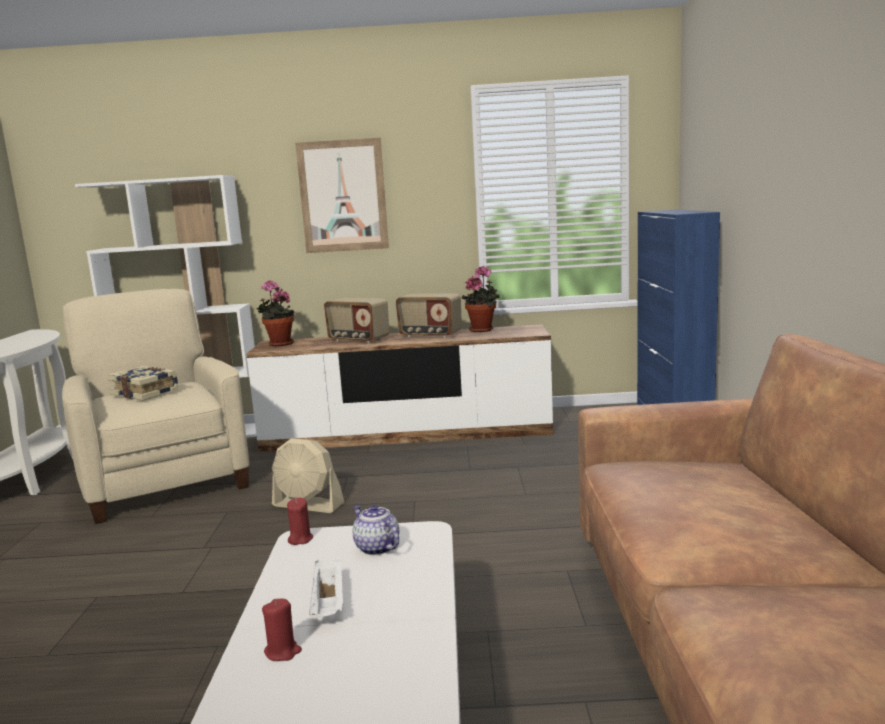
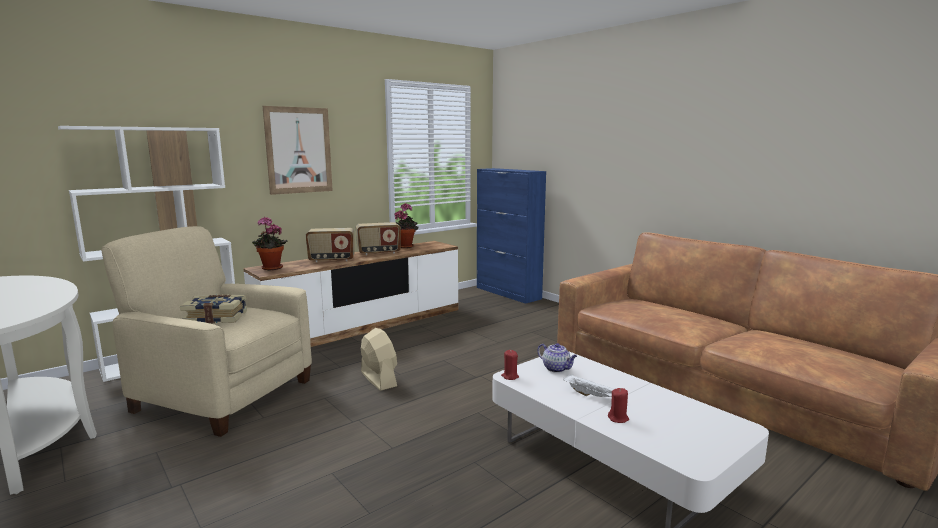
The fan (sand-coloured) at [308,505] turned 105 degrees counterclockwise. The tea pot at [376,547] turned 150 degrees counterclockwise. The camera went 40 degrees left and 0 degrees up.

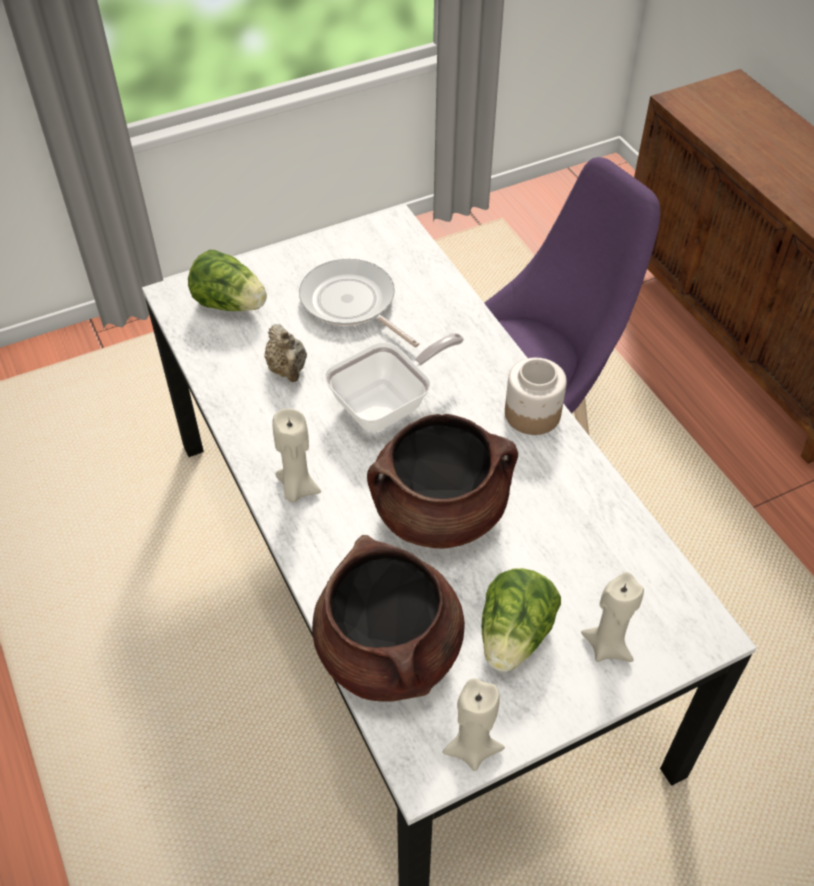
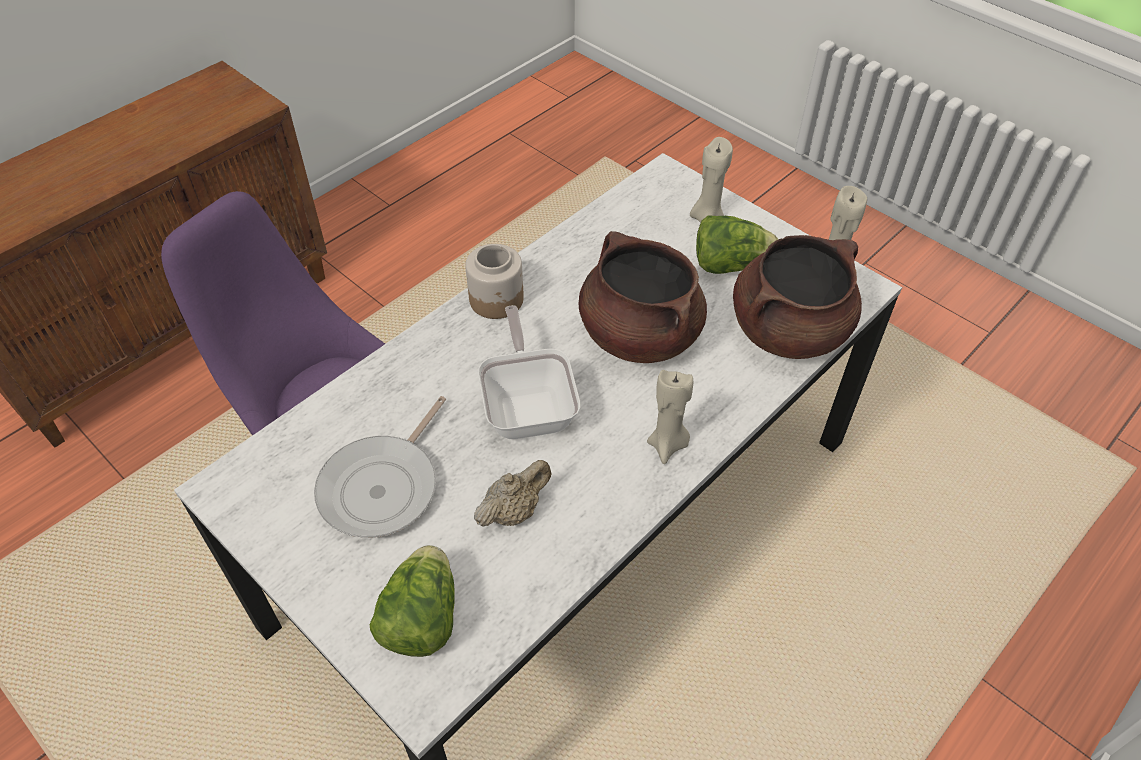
The frying pan at [388,405] turned 45 degrees clockwise. The camera went 110 degrees left and 0 degrees up.

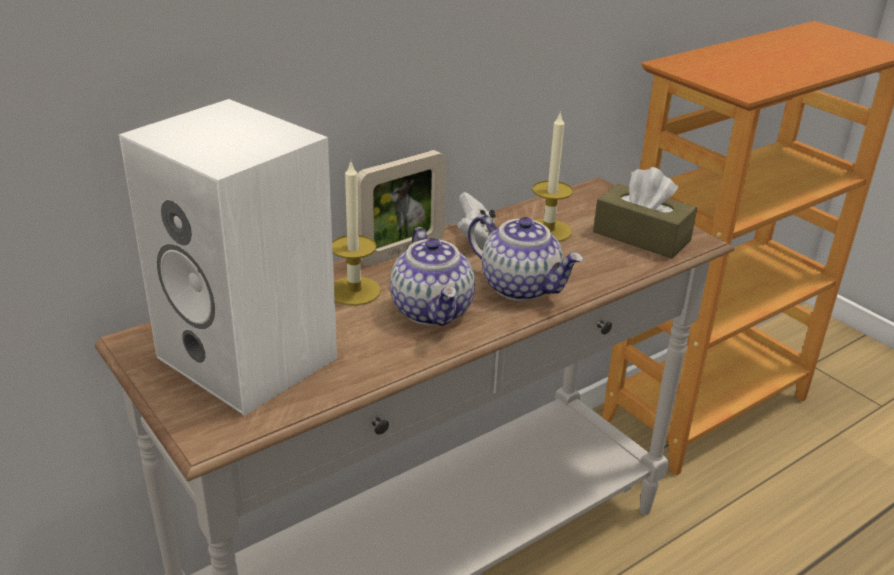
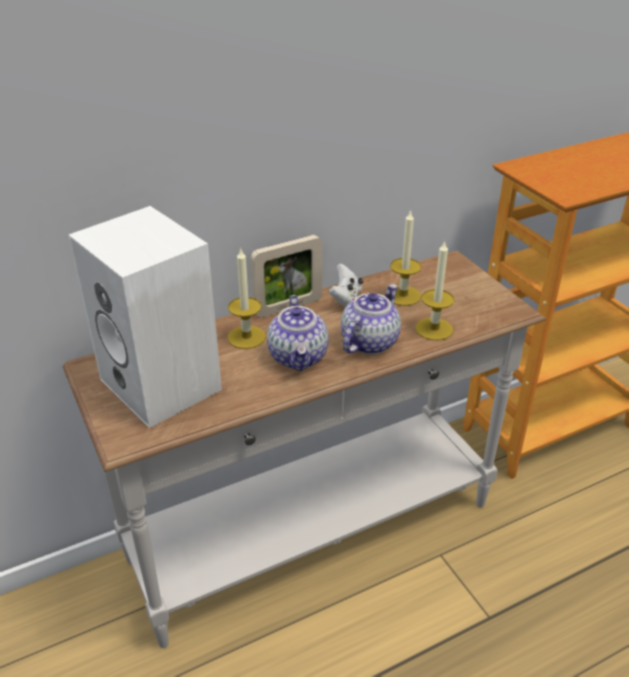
The tea pot at [521,287] turned 105 degrees counterclockwise. The wax light at [434,329] appeared. The tissue box (brown) at [641,236] disappeared. The camera went 10 degrees right and 5 degrees up.

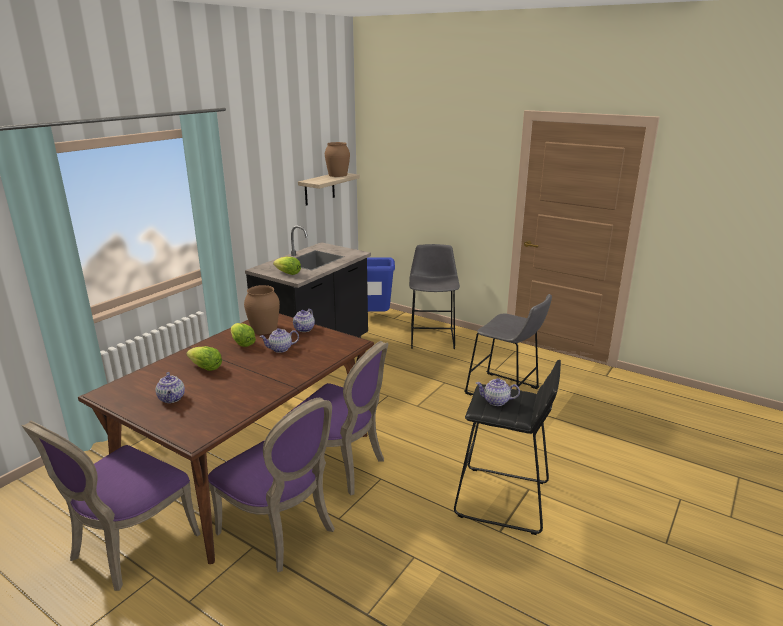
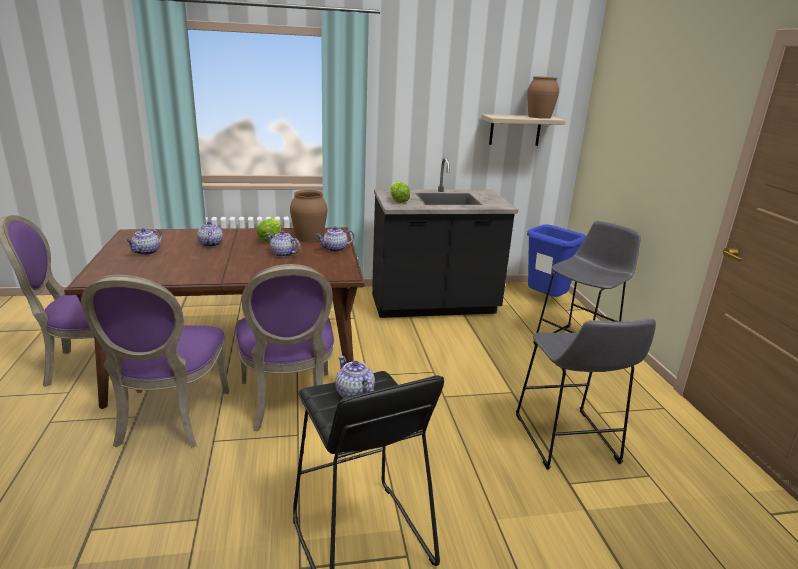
The lettuce at [206,368] was replaced by the tea pot at [210,244]. The camera went 45 degrees right and 0 degrees up.

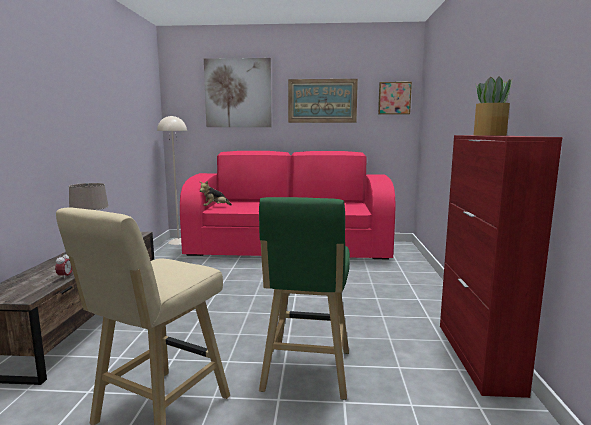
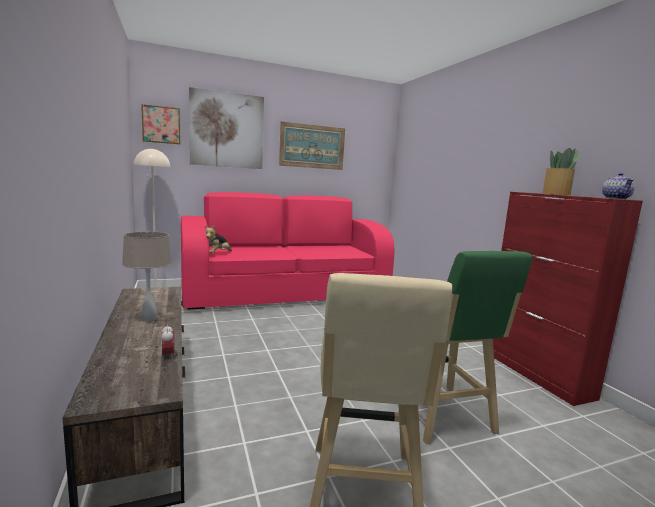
The picture moved from [394,98] to [161,125]. The tea pot at [616,198] appeared. The camera went 25 degrees left and 0 degrees up.

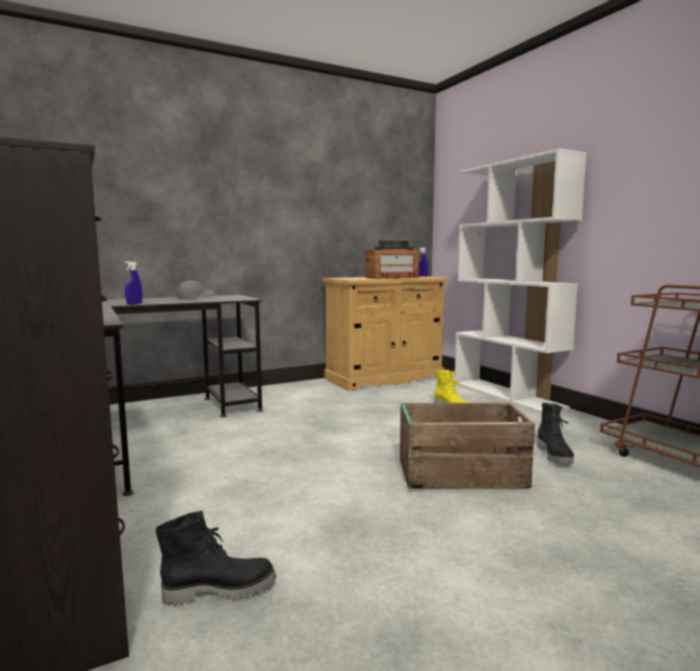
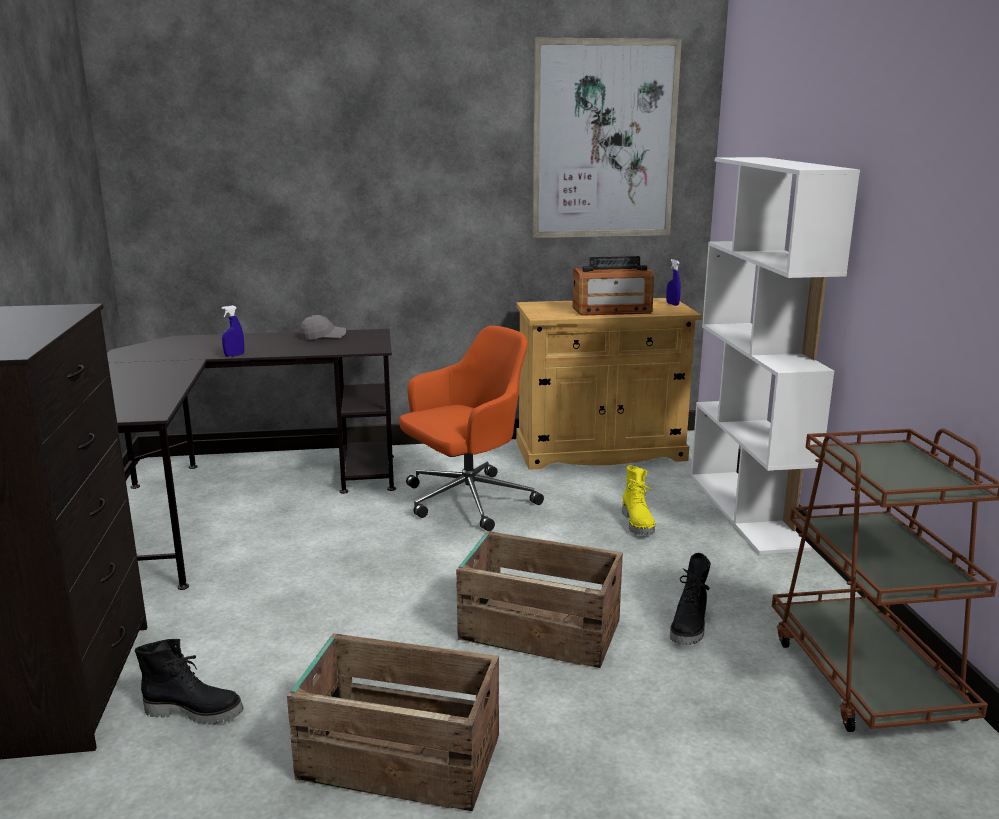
The packing crate at [398,757] appeared. The desk chair (orangey) at [466,501] appeared. The picture at [604,140] appeared. The camera went 20 degrees right and 10 degrees up.

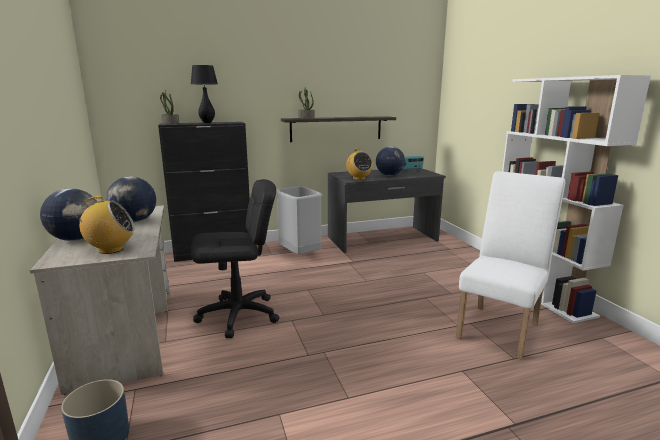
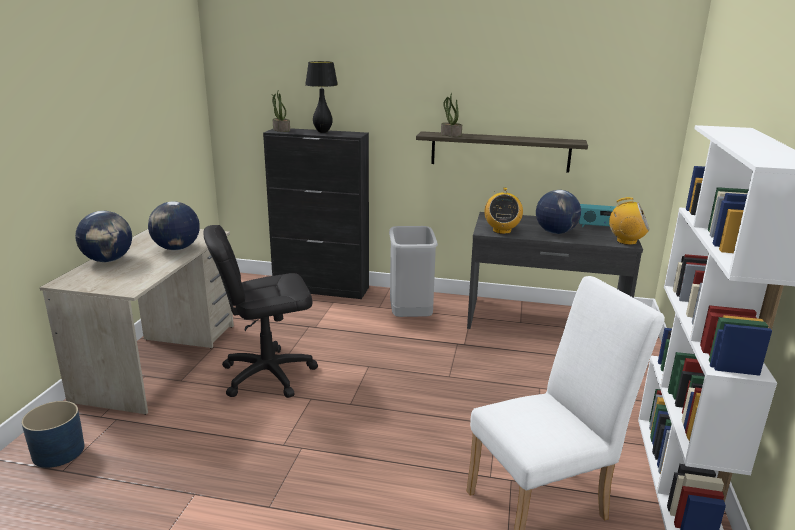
The desk chair (black) at [238,315] turned 150 degrees clockwise. The radio moved from [111,249] to [626,241]. The camera went 30 degrees right and 5 degrees up.

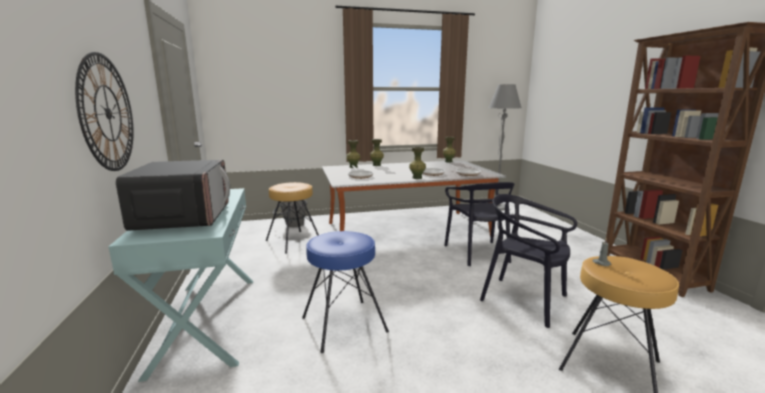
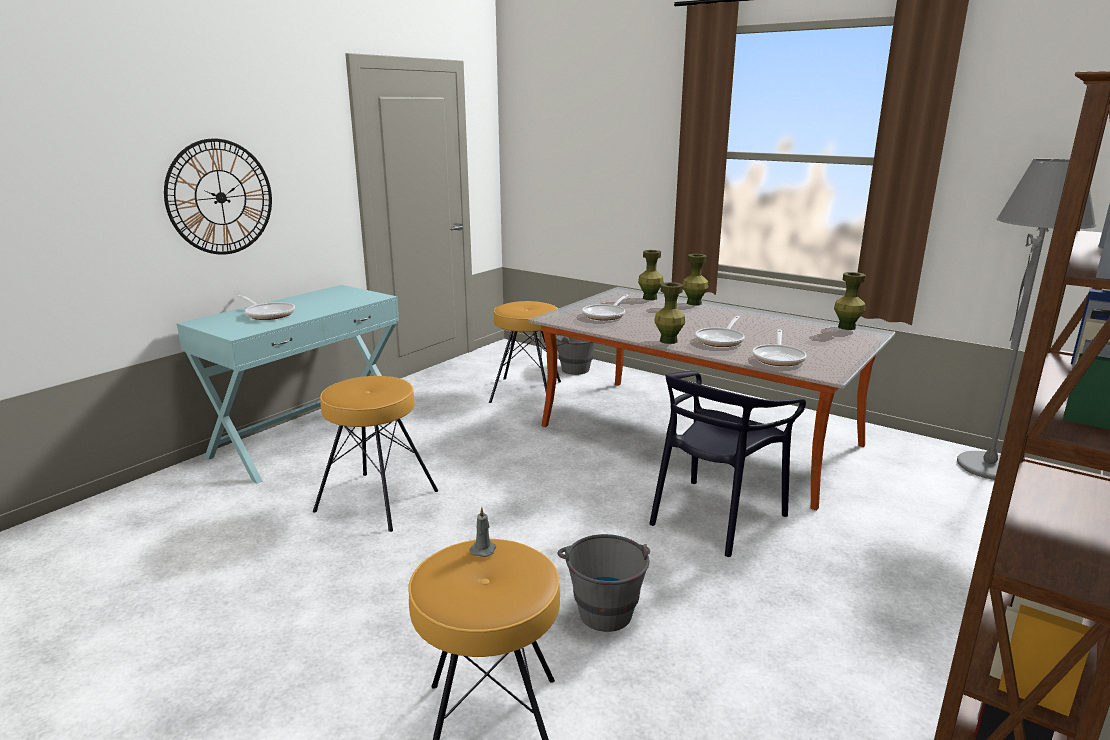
The microwave at [184,217] was replaced by the frying pan at [268,314]. The sitting stool (blue) at [343,324] became the sitting stool (brown) at [377,500]. The plain chair (black) at [524,300] was replaced by the pail (gray) at [603,606]. The camera went 50 degrees right and 5 degrees up.

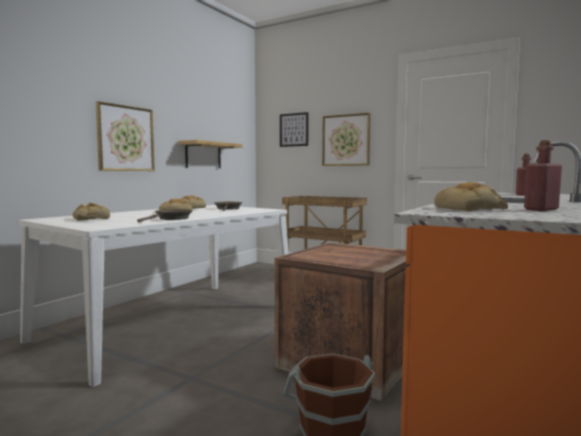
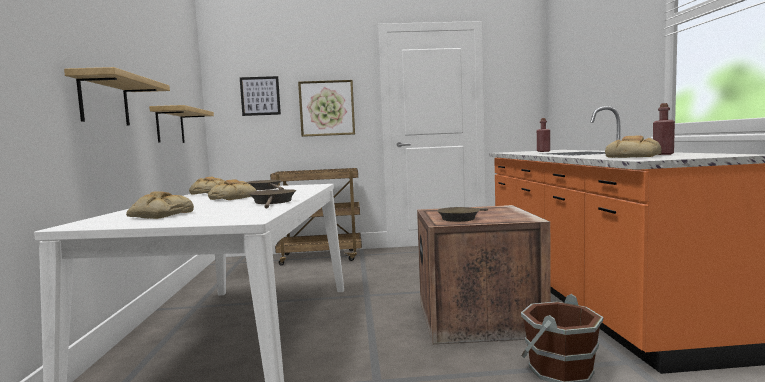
The picture at [125,138] was replaced by the shelf at [104,101]. The frying pan (brown) at [460,218] appeared. The camera went 35 degrees left and 0 degrees up.

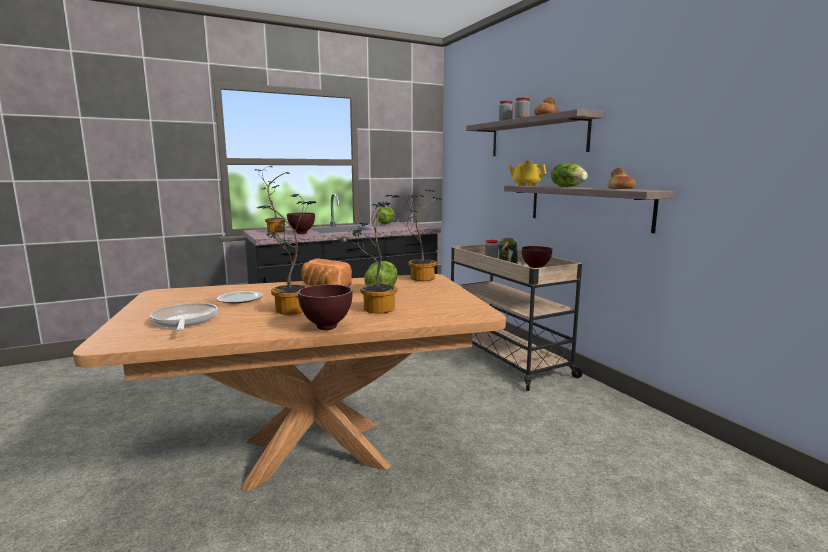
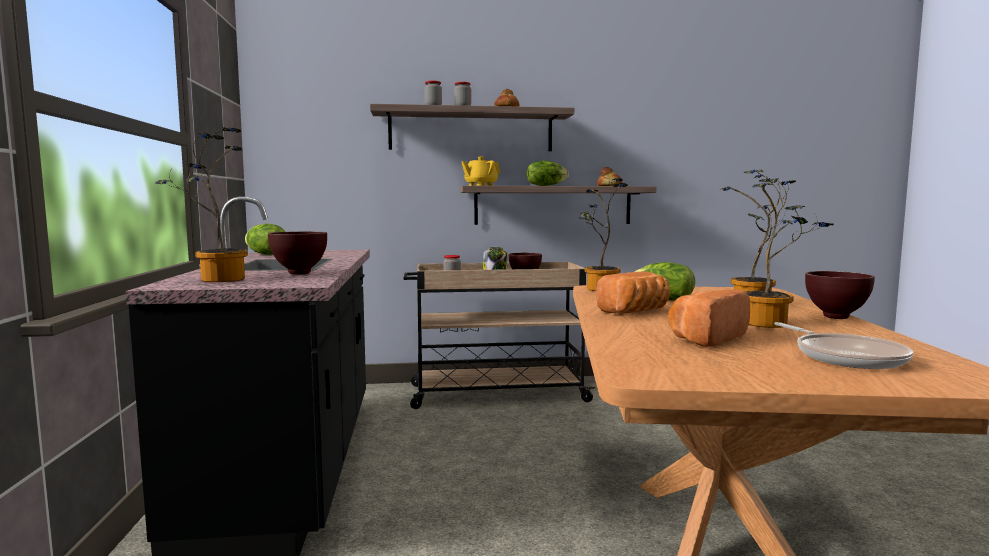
The flat dish at [240,299] was replaced by the bread at [705,338]. The frying pan at [184,321] turned 105 degrees counterclockwise. The camera went 70 degrees left and 5 degrees down.

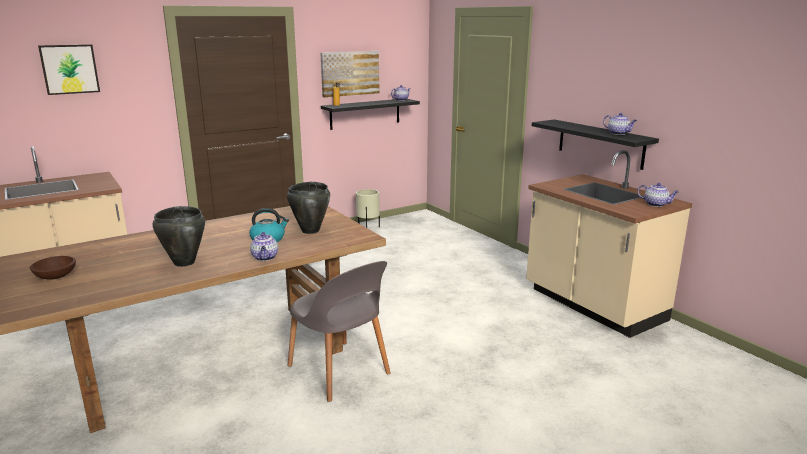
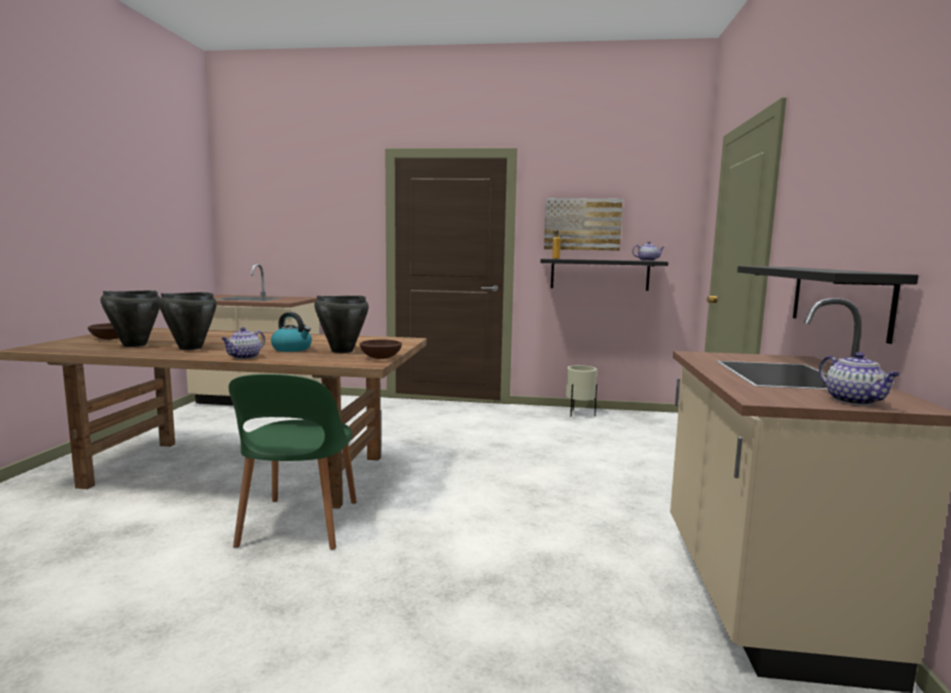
The saucepot (black) at [134,345] appeared. The plain chair (gray) at [339,371] became the plain chair (greenish) at [298,525]. The serving bowl (brown) at [381,358] appeared. The picture at [69,69] disappeared. The tea pot at [618,133] disappeared. The camera went 40 degrees right and 10 degrees down.

